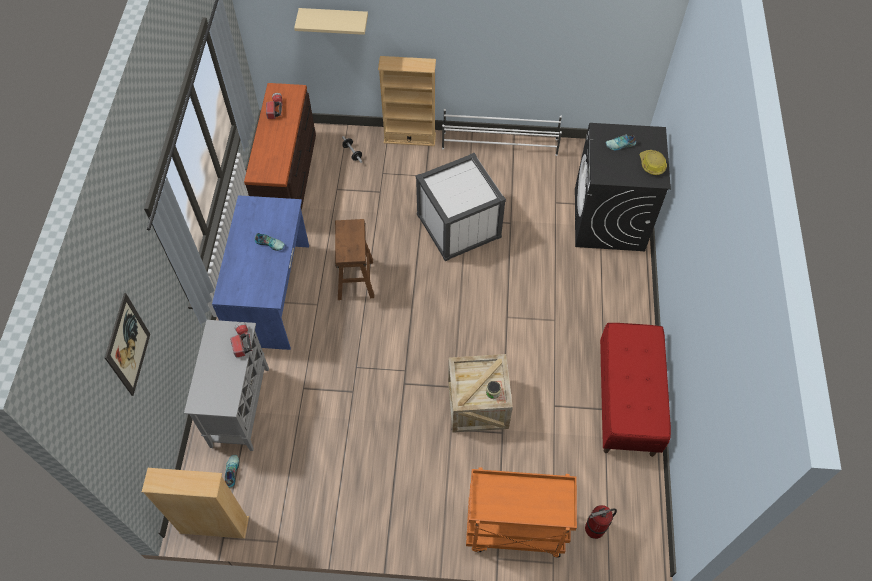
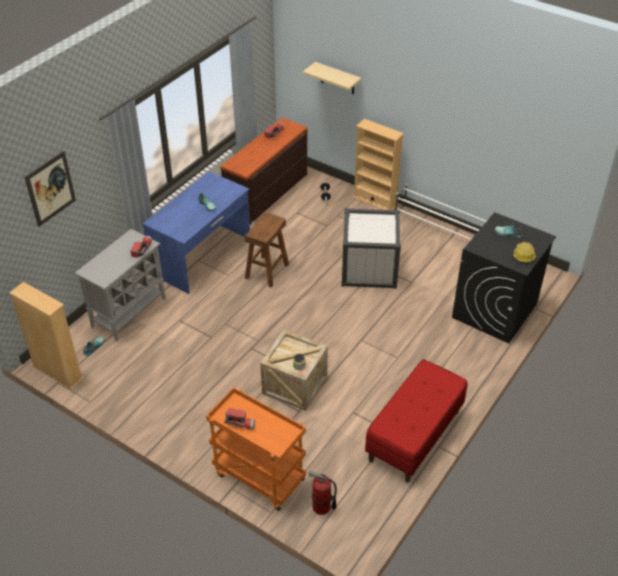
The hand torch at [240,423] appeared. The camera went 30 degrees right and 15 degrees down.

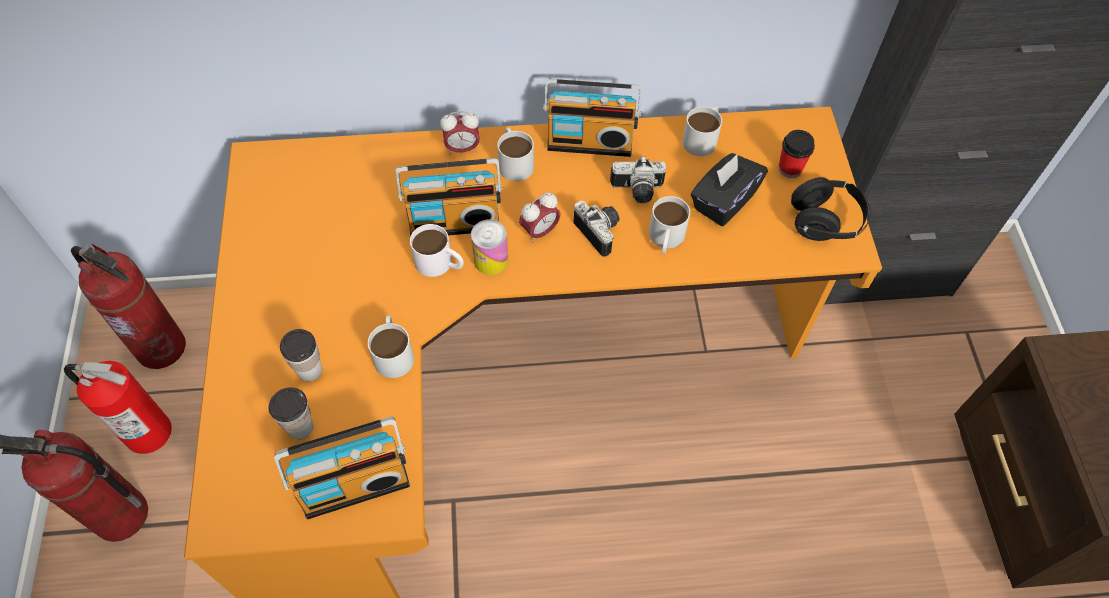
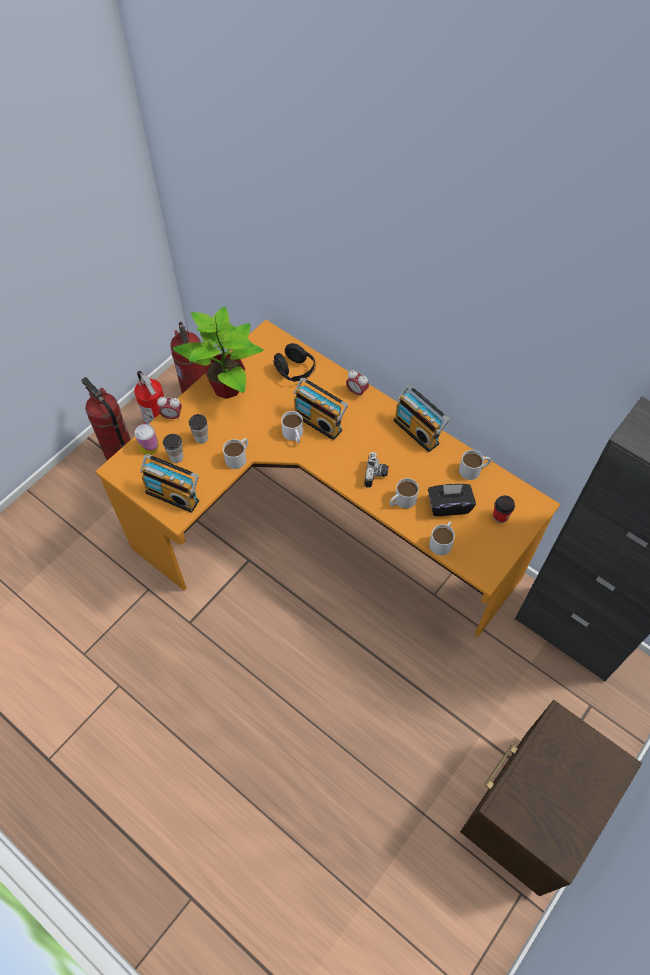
The can moved from [491,260] to [149,446]. The alarm clock moved from [540,231] to [172,416]. The plant in a pot at [228,387] appeared. The pair of headphones (black) moved from [825,222] to [295,371]. The tea mug (whitish) moved from [514,161] to [442,541]. The photo camera at [637,191] disappeared. The camera went 45 degrees right and 0 degrees up.

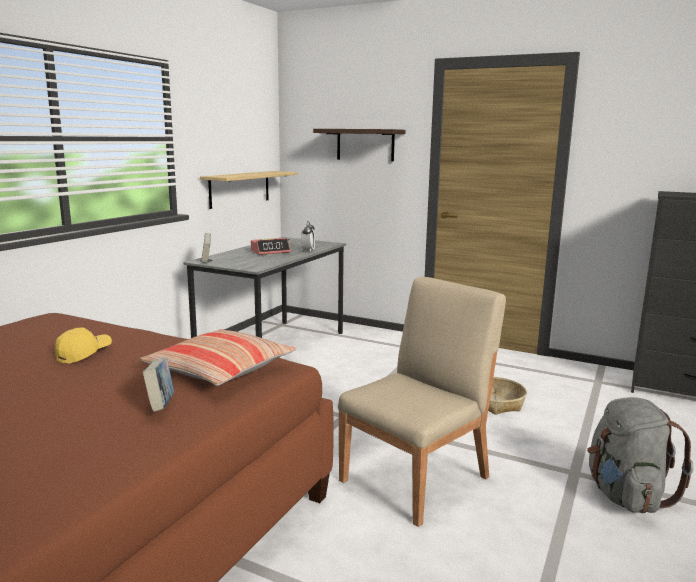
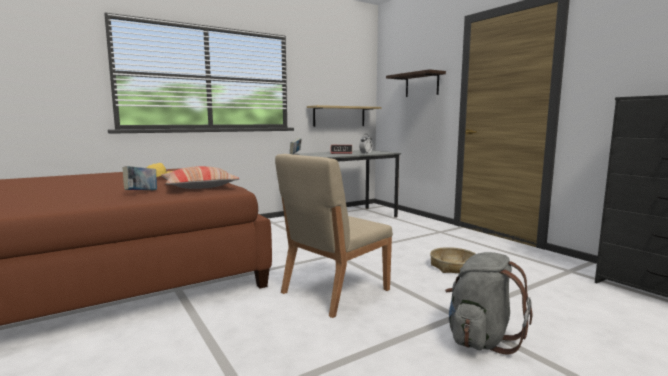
The plain chair (sand-coloured) at [416,478] turned 150 degrees clockwise. The camera went 30 degrees right and 5 degrees down.

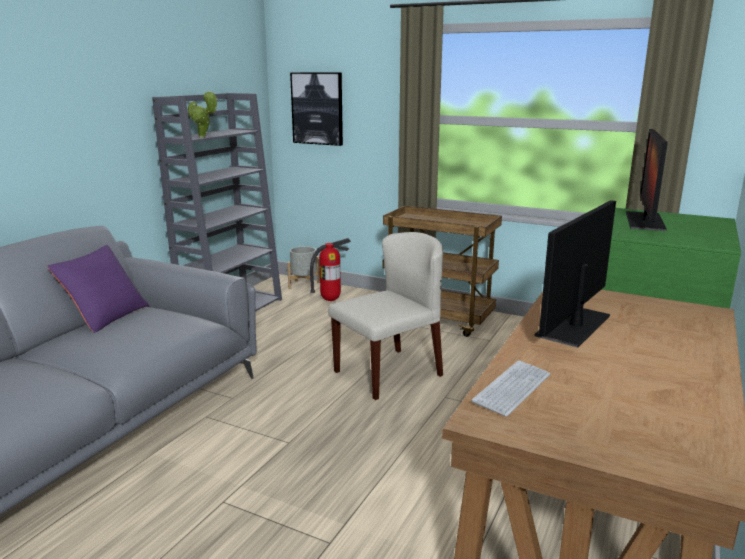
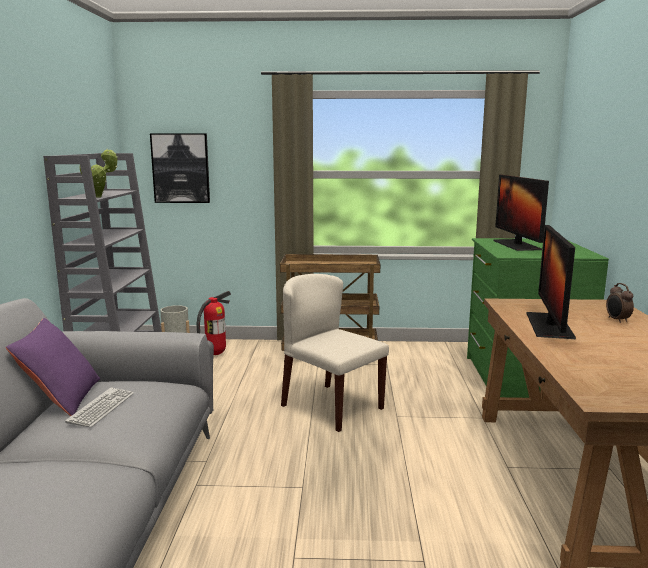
The computer keyboard moved from [512,389] to [101,408]. The plain chair (sand-coloured) at [388,373] turned 75 degrees counterclockwise. The alarm clock at [617,320] appeared. The camera went 25 degrees left and 5 degrees down.

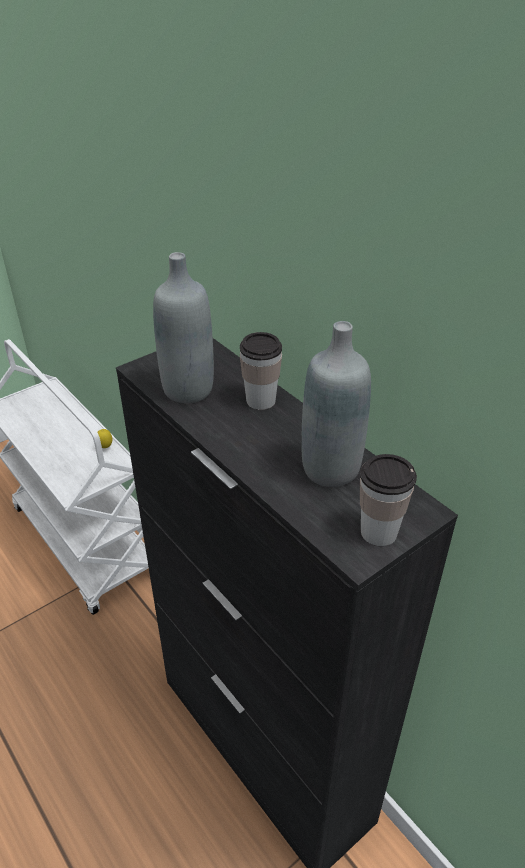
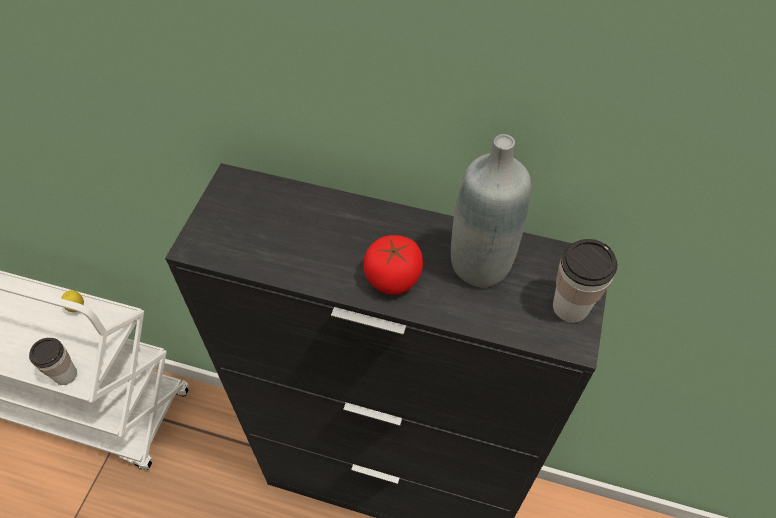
The small cup moved from [261,400] to [65,374]. The tomato at [393,278] appeared. The beverage bottle (gray) at [188,390] disappeared. The camera went 35 degrees left and 15 degrees up.

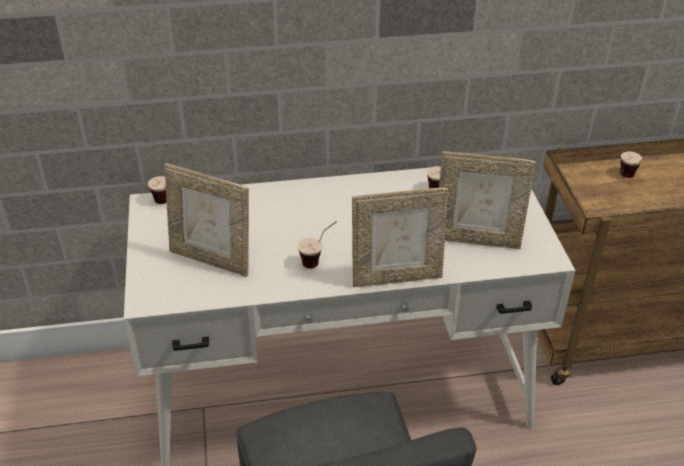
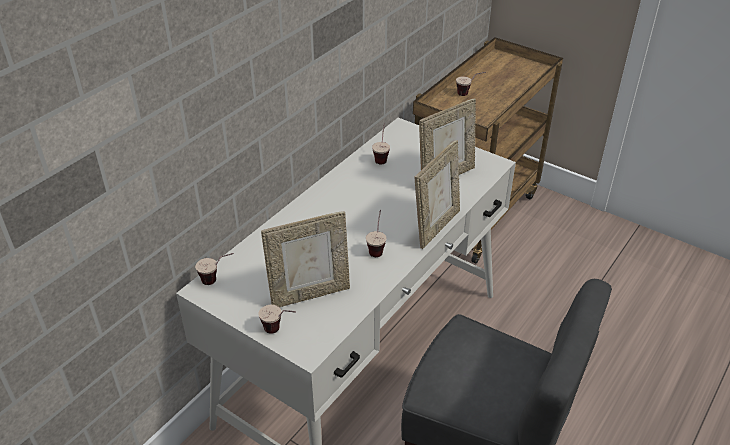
The small cup at [279,331] appeared. The camera went 45 degrees left and 0 degrees up.

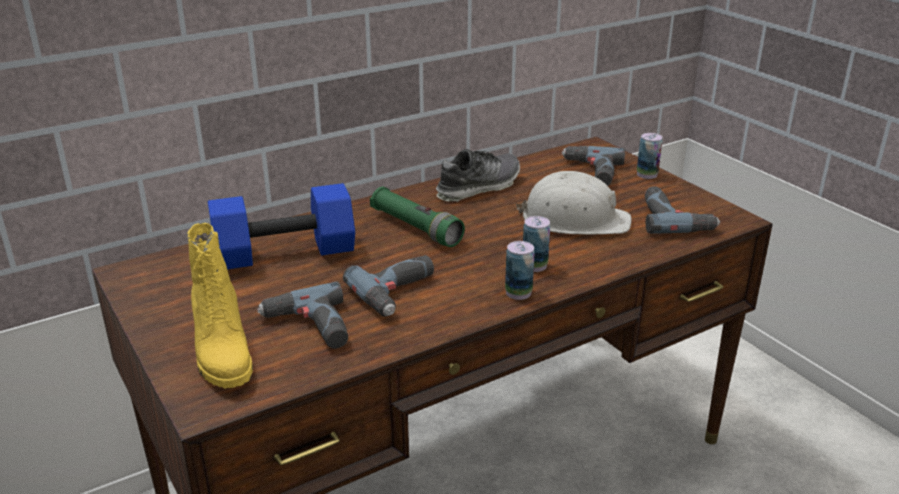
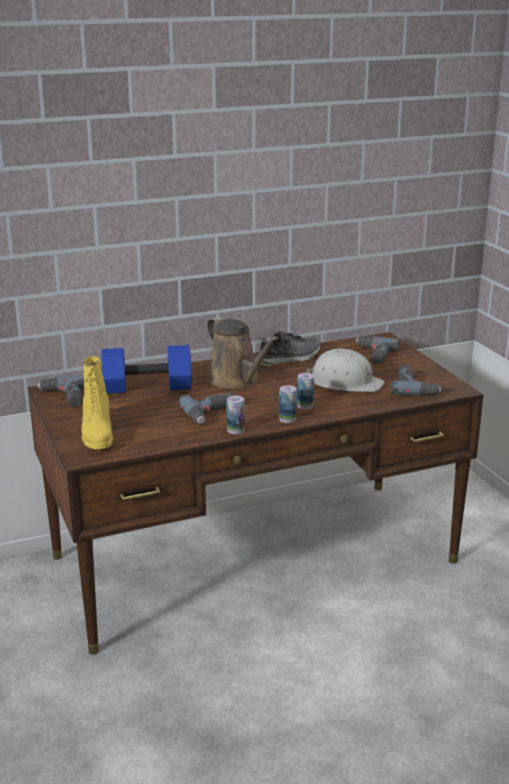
The drill moved from [309,328] to [63,397]. The hand torch (greenish) at [416,228] was replaced by the sprinkling can (brown) at [236,380]. The can moved from [647,174] to [235,430]. The camera went 10 degrees right and 5 degrees down.

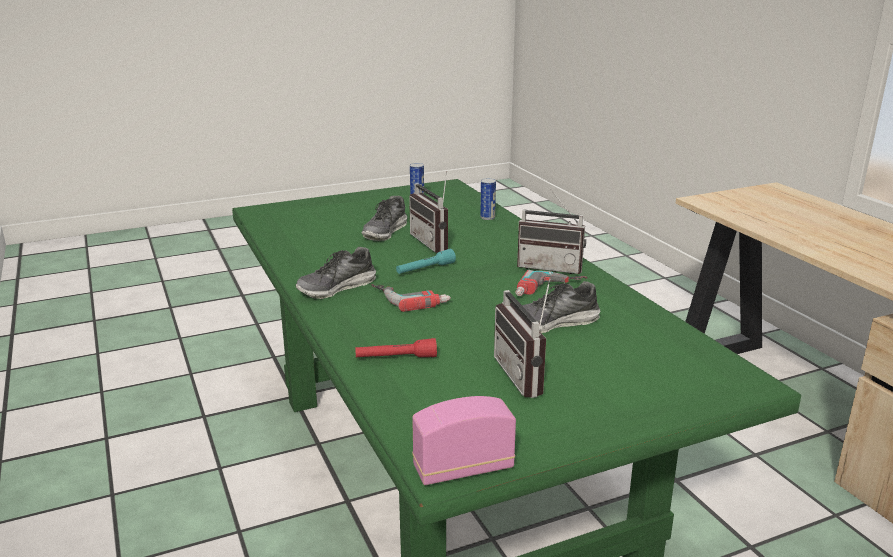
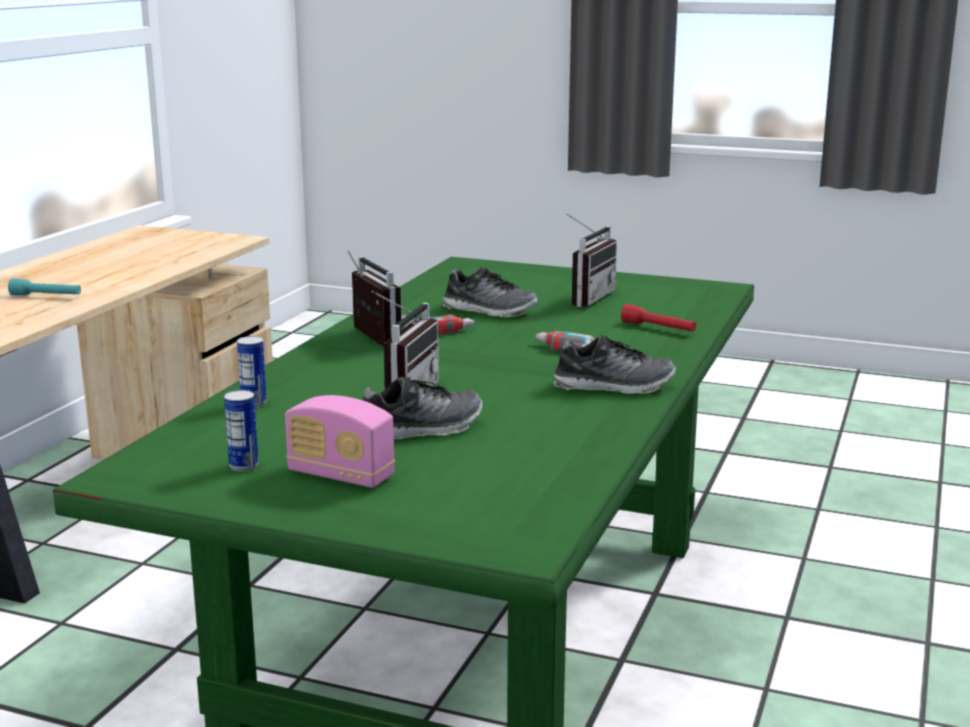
The hand torch (turquoise-coloured) moved from [425,269] to [46,296]. The radio moved from [463,468] to [340,475]. The camera went 135 degrees left and 5 degrees down.

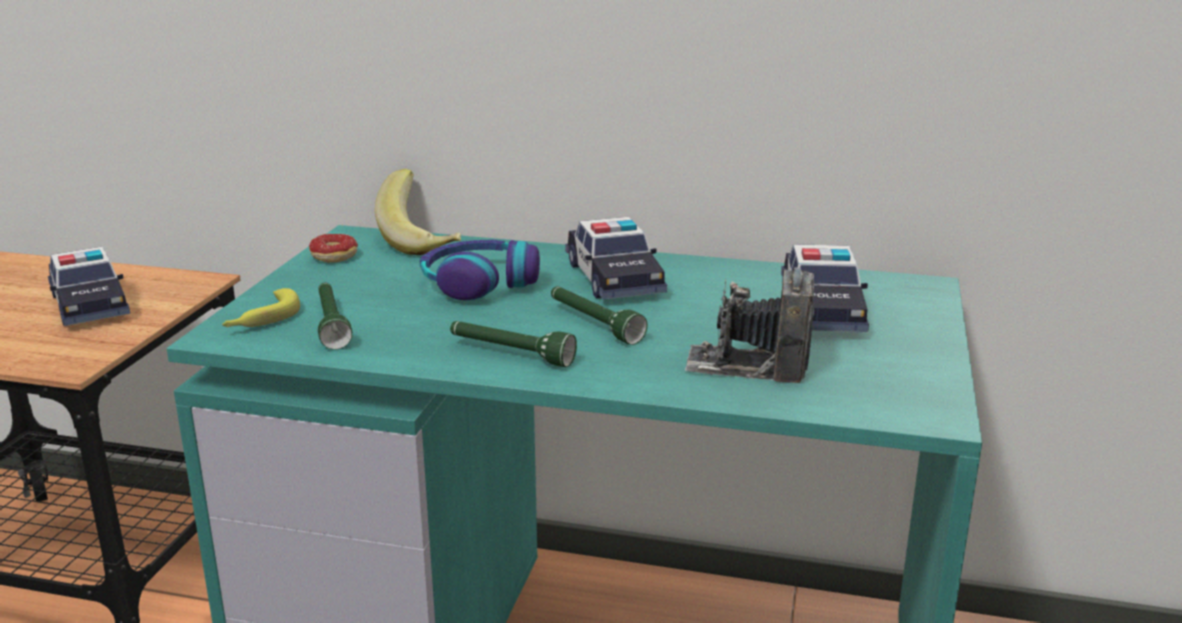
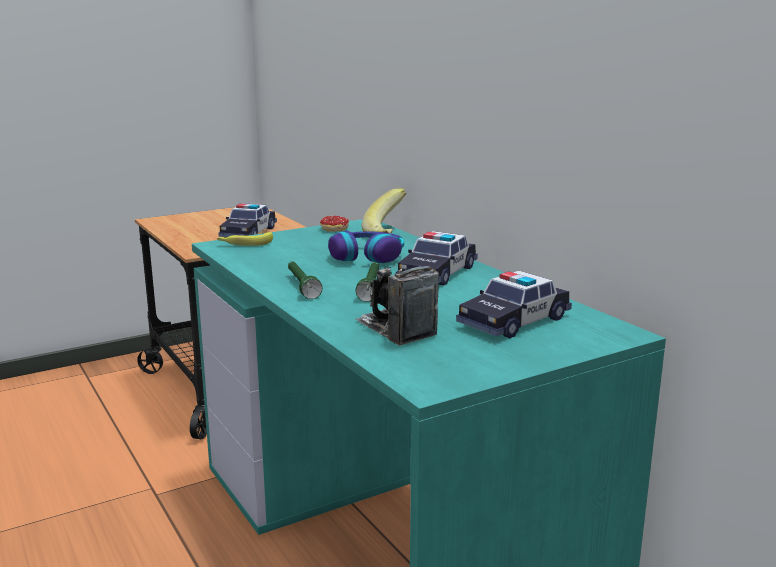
The hand torch (greenish) at [331,324] disappeared. The camera went 45 degrees right and 5 degrees down.

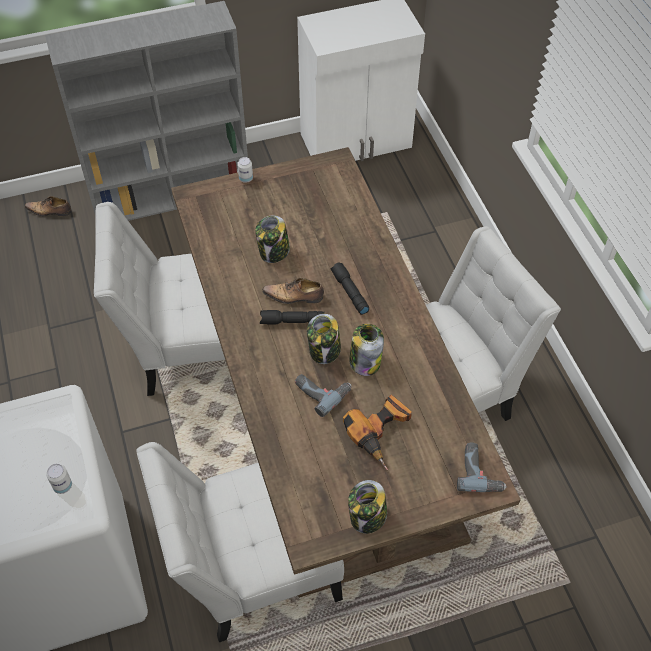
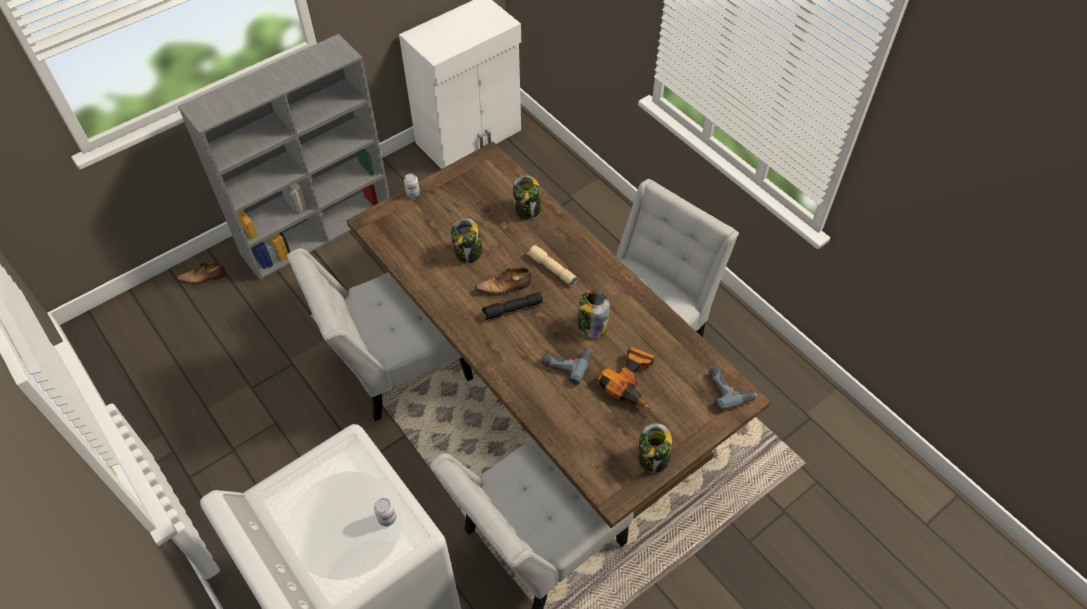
The jar moved from [324,351] to [527,209]. The hand torch (black) at [349,292] became the hand torch (sand-coloured) at [551,269]. The camera went 20 degrees left and 0 degrees up.

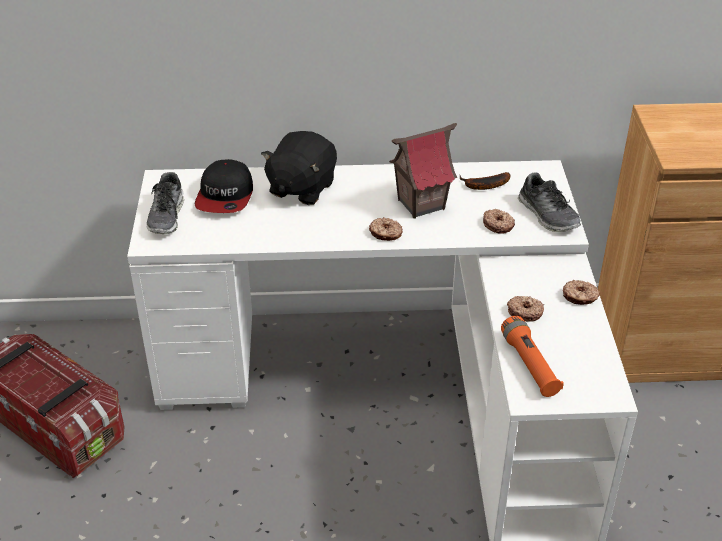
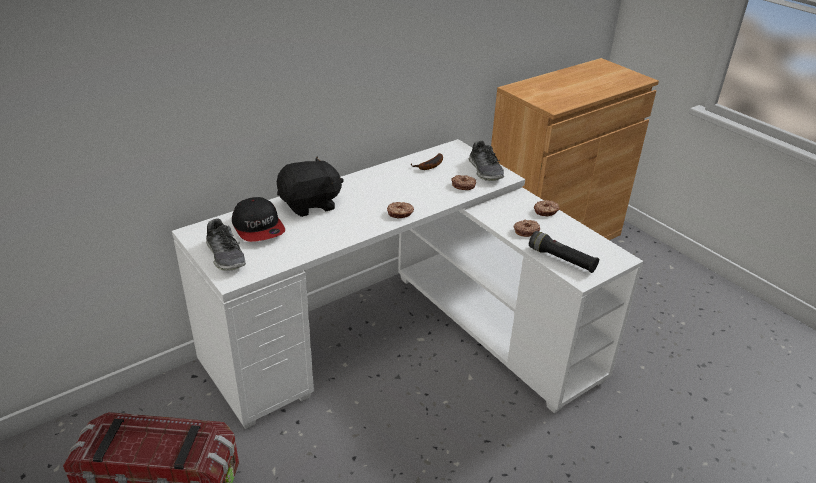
The cuddly toy (black) at [301,188] turned 105 degrees counterclockwise. The shoe at [548,215] turned 45 degrees clockwise. The hand torch (orangey) at [529,365] became the hand torch (black) at [561,259]. The toy house at [420,204] disappeared. The camera went 35 degrees left and 5 degrees down.

